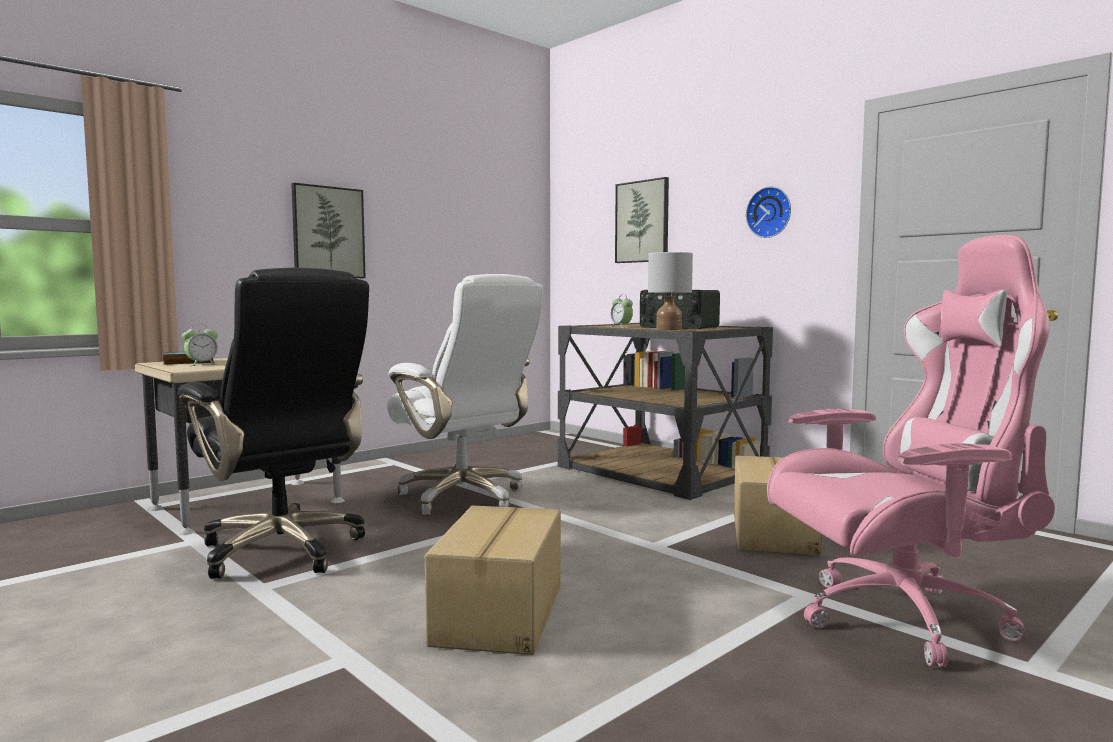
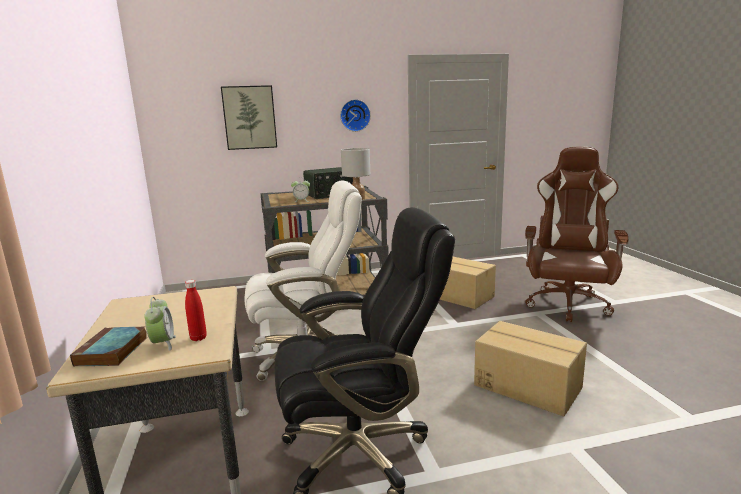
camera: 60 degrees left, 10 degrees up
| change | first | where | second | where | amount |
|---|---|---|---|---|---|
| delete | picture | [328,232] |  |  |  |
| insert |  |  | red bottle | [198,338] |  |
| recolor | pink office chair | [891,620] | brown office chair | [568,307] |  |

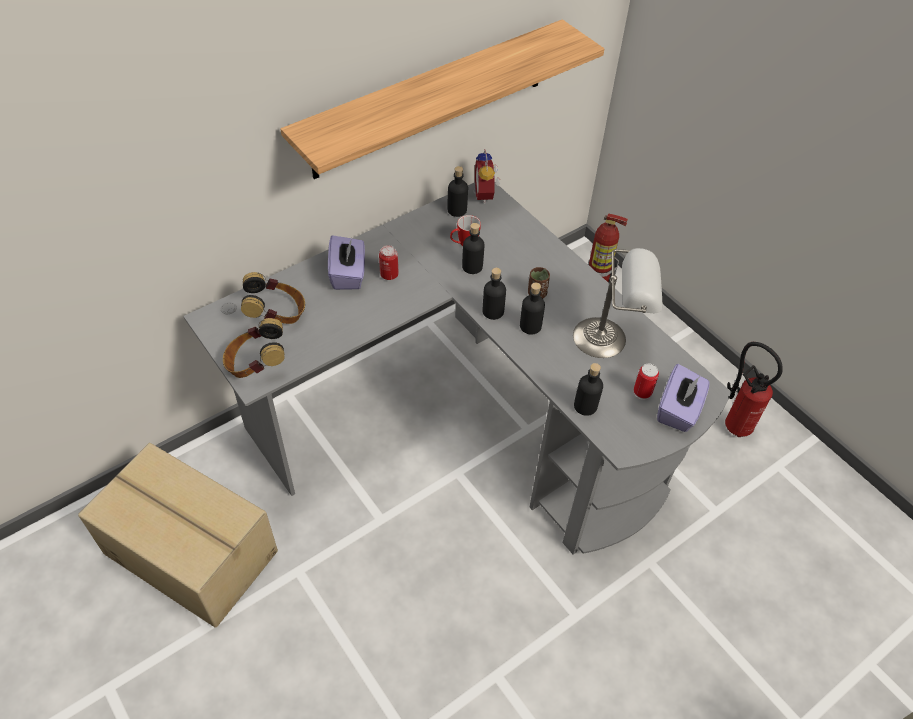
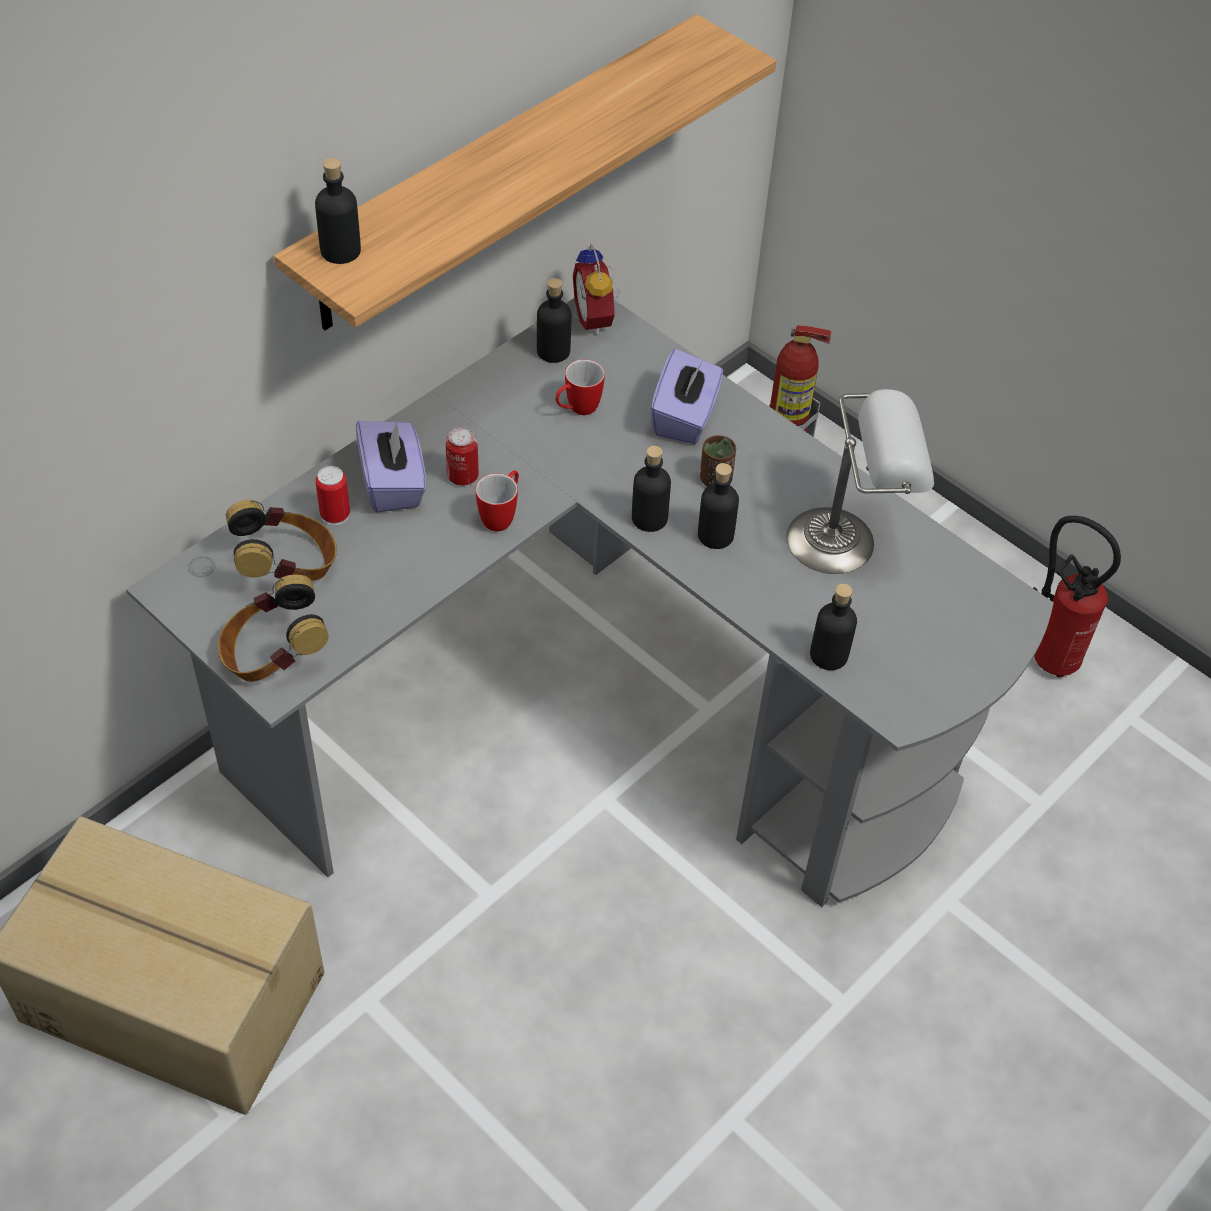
camera: 10 degrees left, 0 degrees up
| change | first | where | second | where | amount |
|---|---|---|---|---|---|
| insert |  |  | mug | [501,516] |  |
| move | black bottle | [472,266] |  | [340,251] |  |
| move | can | [642,392] |  | [335,515] |  |
| move | purple tissue box | [678,410] |  | [685,417] |  |

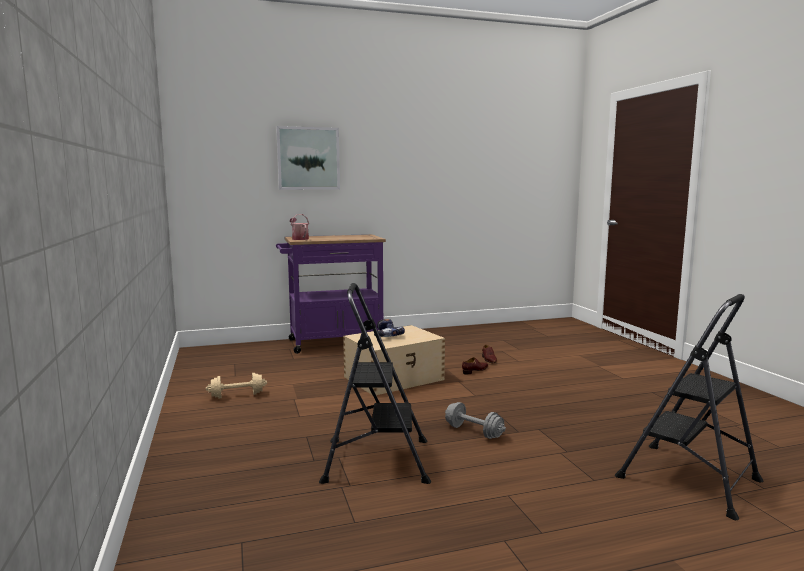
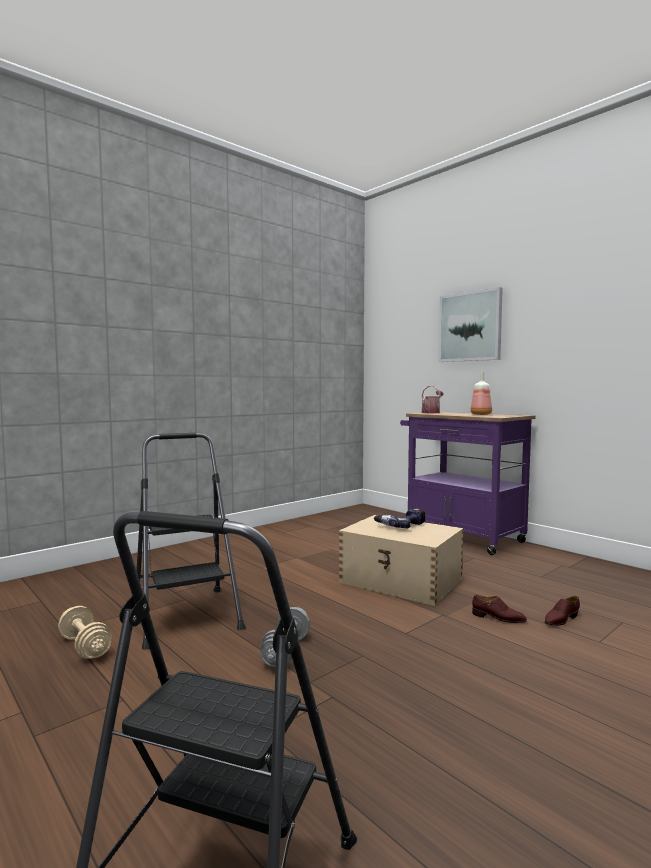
camera: 65 degrees right, 5 degrees down
| change | first | where | second | where | amount |
|---|---|---|---|---|---|
| insert |  |  | bottle | [481,414] |  |
| move | beige dumbbell | [237,395] |  | [85,647] |  |

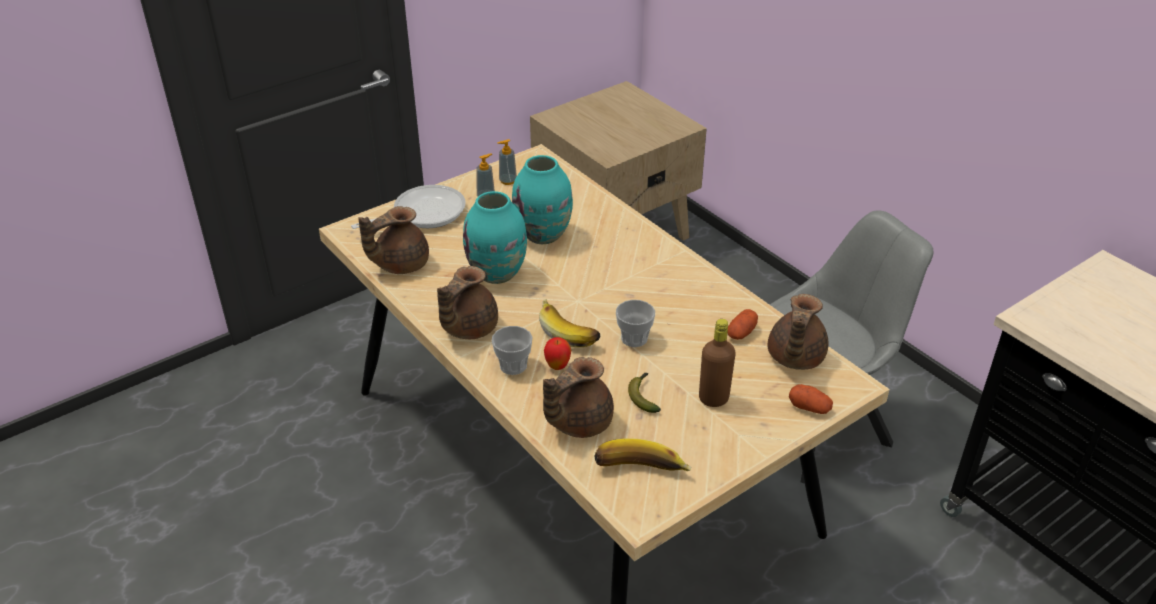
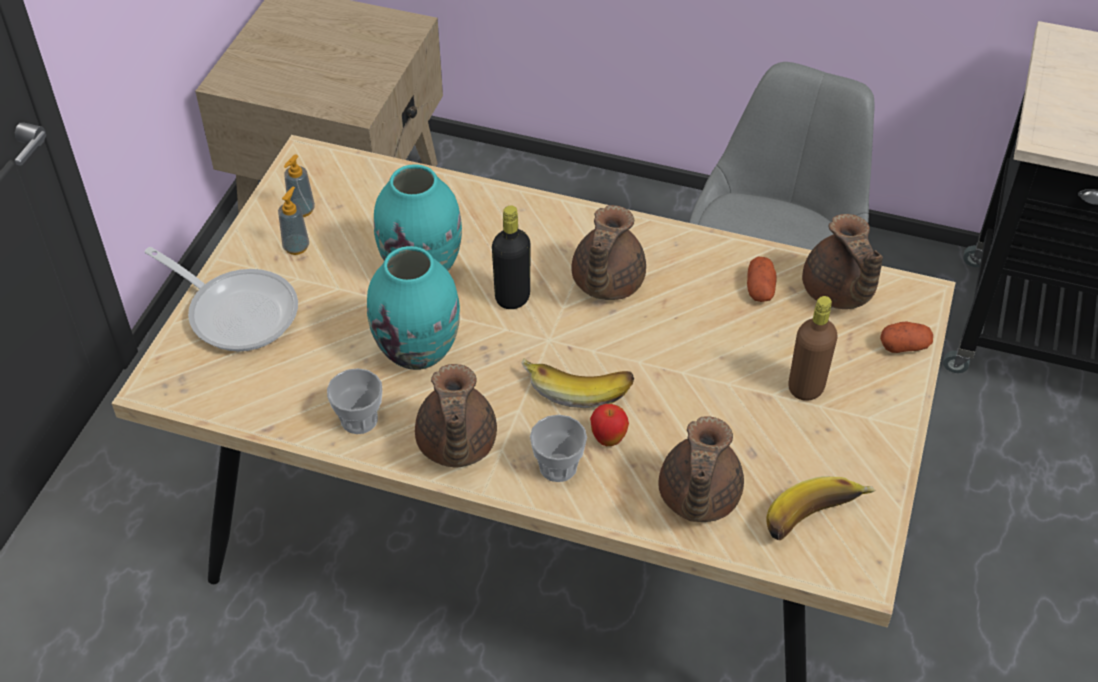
camera: 35 degrees left, 10 degrees up
| change | first | where | second | where | amount |
|---|---|---|---|---|---|
| delete | banana | [643,396] |  |  |  |
| insert |  |  | black bottle | [512,298] |  |
| move | brown teapot | [399,264] |  | [605,283] |  |
| move | cup | [634,338] |  | [359,419] |  |
| rotate | frying pan | [423,214] |  | [237,311] | 105 degrees clockwise |

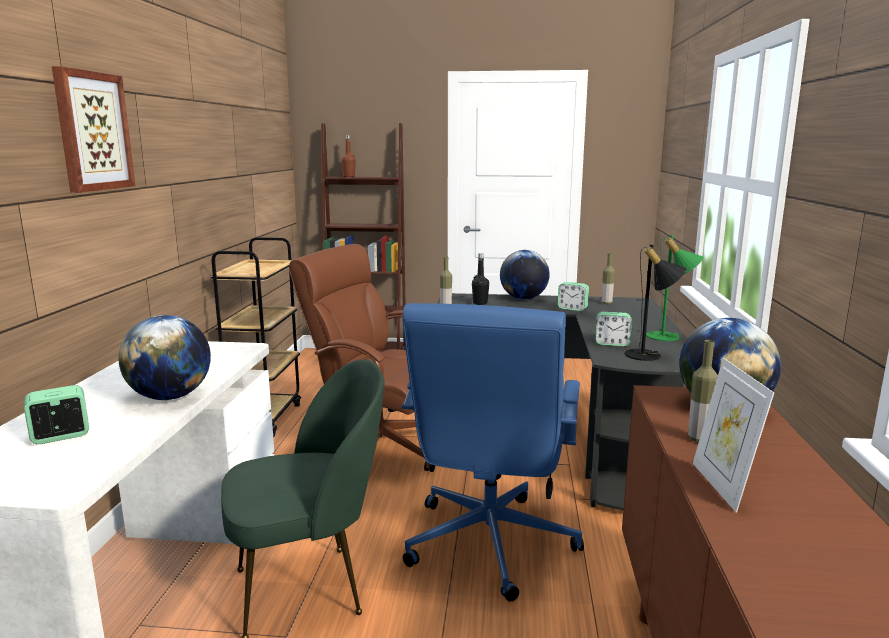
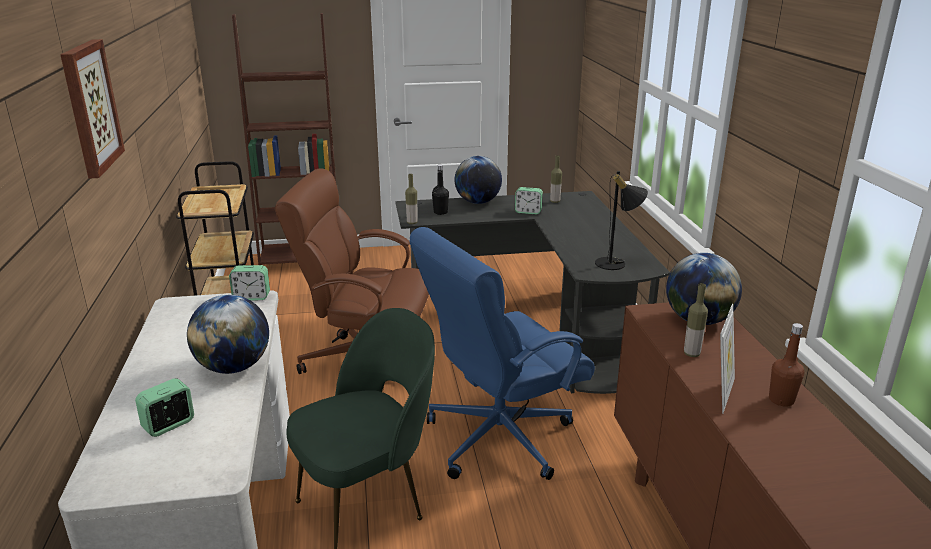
camera: 15 degrees left, 10 degrees up
| change | first | where | second | where | amount |
|---|---|---|---|---|---|
| delete | green table lamp | [669,337] |  |  |  |
| move | brown bottle | [349,176] |  | [781,400] |  |
| move | alarm clock | [612,343] |  | [251,297] |  |
| rotate | blue office chair | [490,540] |  | [500,437] | 60 degrees clockwise |
| rotate | picture frame | [722,486] |  | [721,393] | 135 degrees counterclockwise |

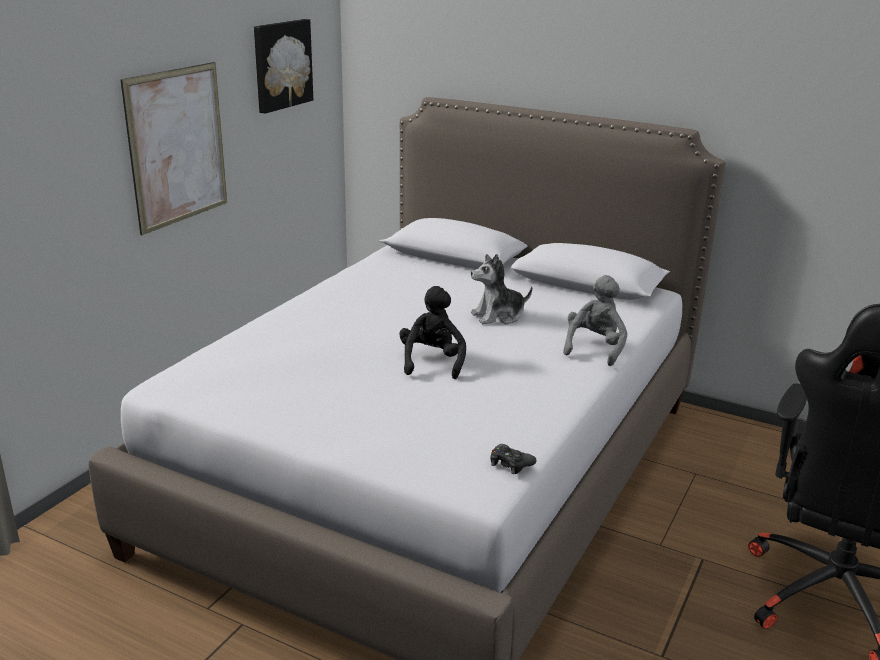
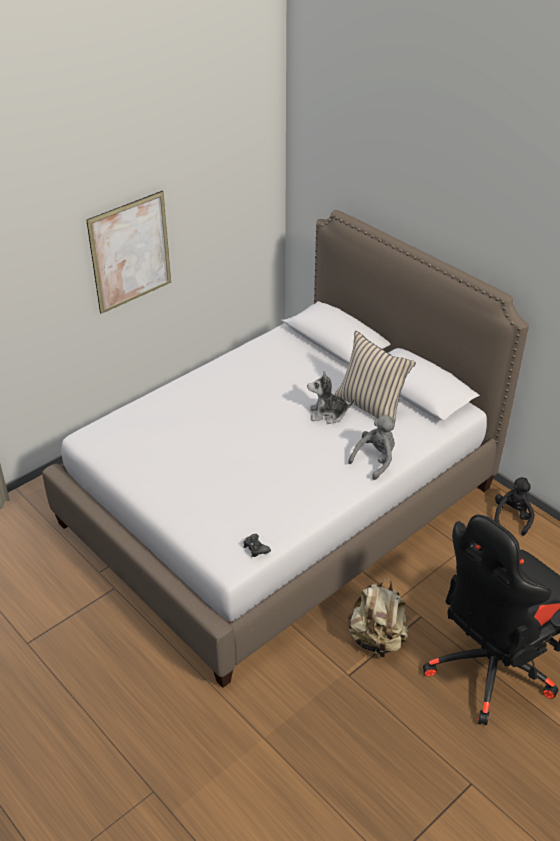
camera: 20 degrees right, 15 degrees up
| change | first | where | second | where | amount |
|---|---|---|---|---|---|
| delete | picture | [281,64] |  |  |  |
| insert |  |  | beige pillow | [371,406] |  |
| insert |  |  | beige backpack | [377,639] |  |
| move | black plush toy | [432,362] |  | [512,517] |  |

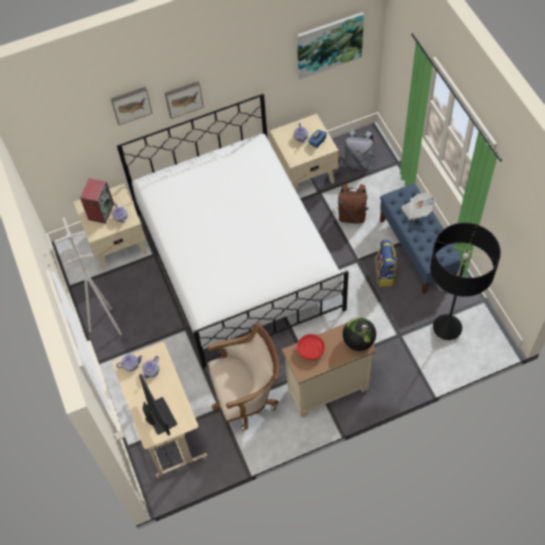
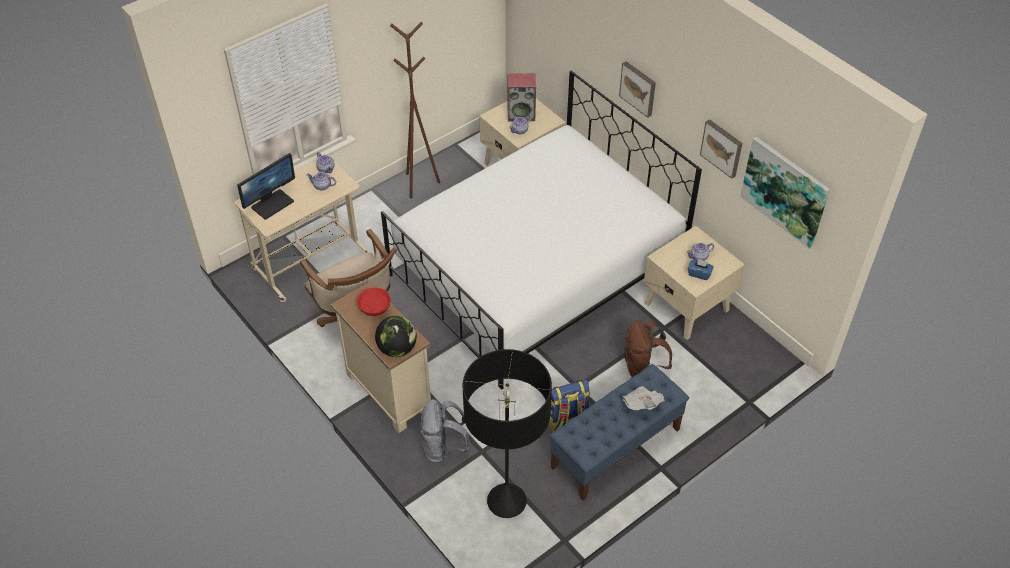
camera: 70 degrees right, 10 degrees down
| change | first | where | second | where | amount |
|---|---|---|---|---|---|
| move | picture | [131,104] |  | [722,147] |  |
| move | grey backpack | [358,162] |  | [443,448] |  |
| recolor | grey clothes rack | [107,324] | brown clothes rack | [419,184] |  |

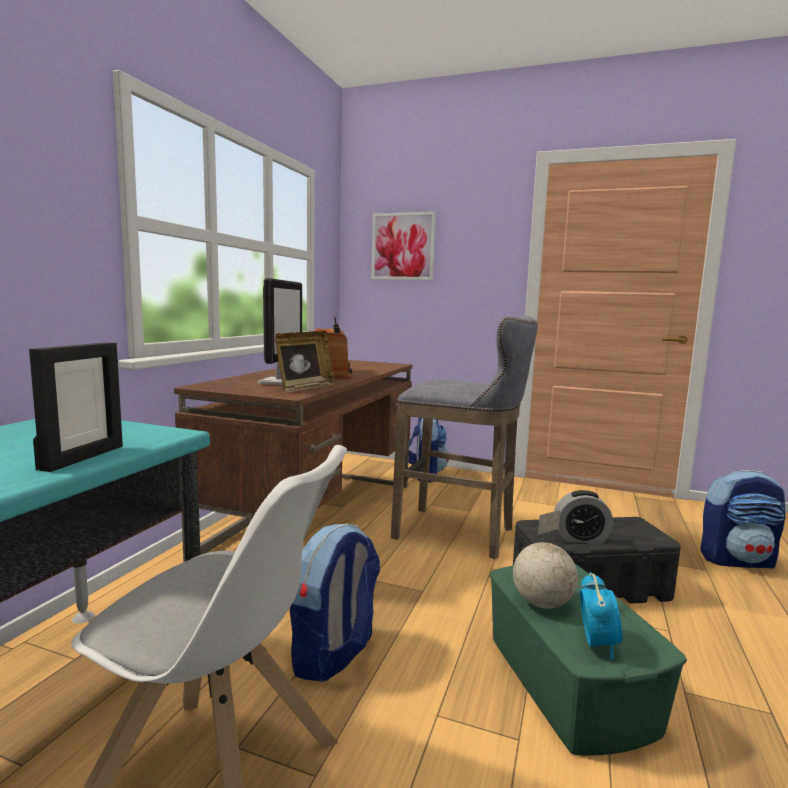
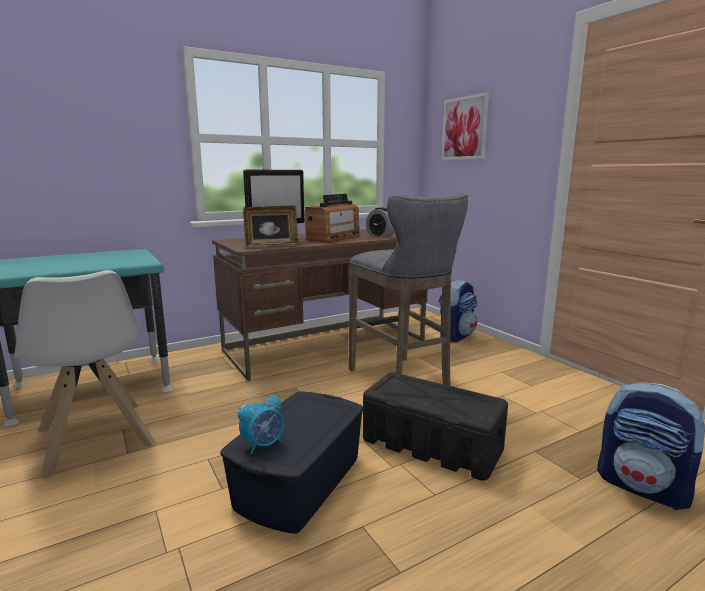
camera: 40 degrees right, 5 degrees up
| change | first | where | second | where | amount |
|---|---|---|---|---|---|
| delete | picture frame | [82,457] |  |  |  |
| delete | backpack | [333,654] |  |  |  |
| delete | globe | [541,603] |  |  |  |
| move | alarm clock | [580,538] |  | [380,236] |  |
| recolor | green storage box | [567,682] | blue storage box | [298,481] |  |

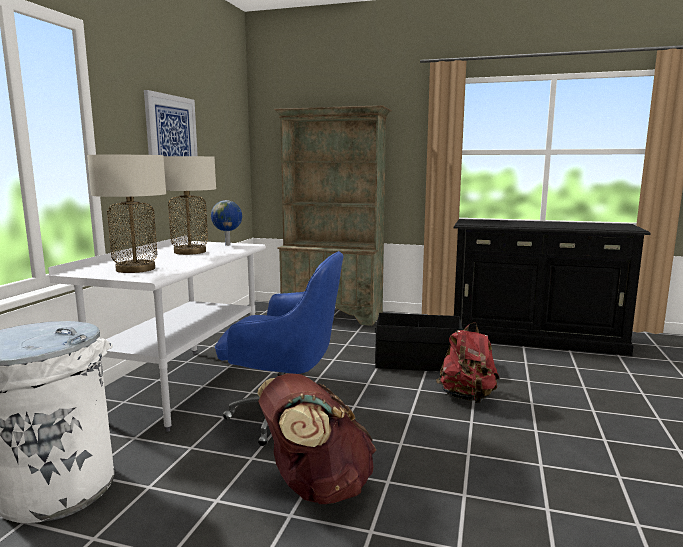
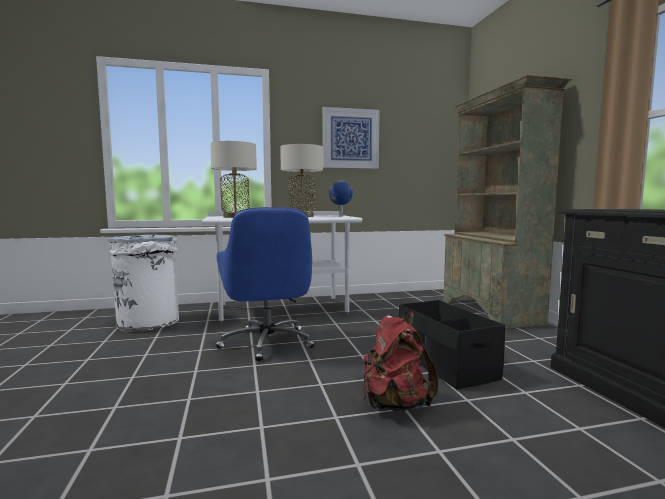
camera: 60 degrees right, 5 degrees down
| change | first | where | second | where | amount |
|---|---|---|---|---|---|
| delete | brown backpack | [316,488] |  |  |  |

